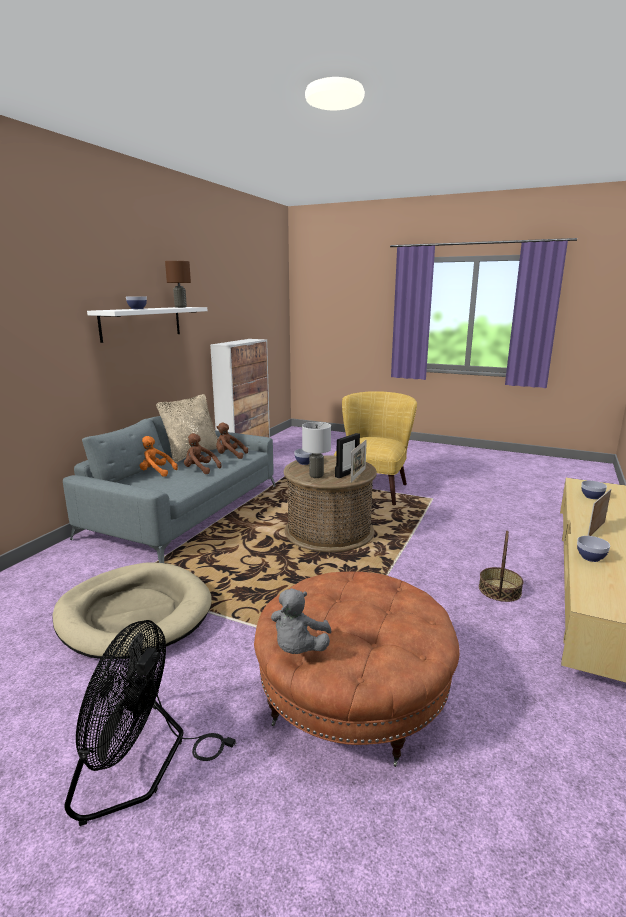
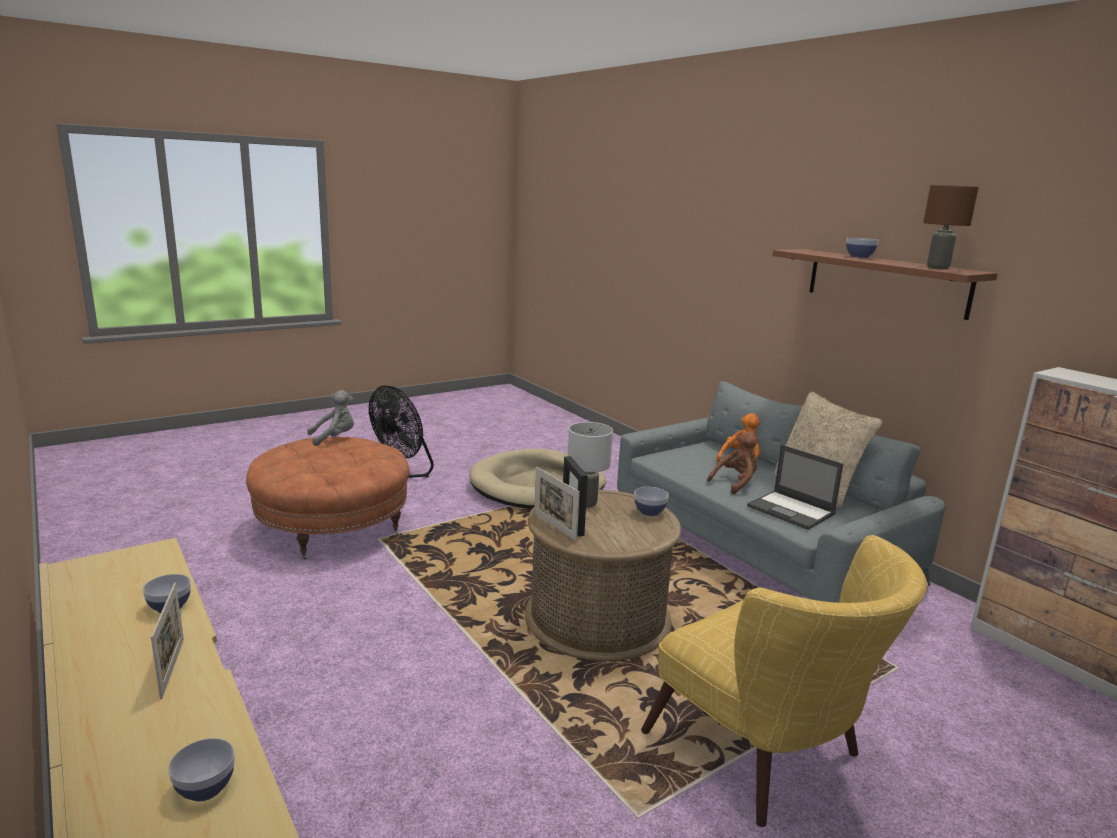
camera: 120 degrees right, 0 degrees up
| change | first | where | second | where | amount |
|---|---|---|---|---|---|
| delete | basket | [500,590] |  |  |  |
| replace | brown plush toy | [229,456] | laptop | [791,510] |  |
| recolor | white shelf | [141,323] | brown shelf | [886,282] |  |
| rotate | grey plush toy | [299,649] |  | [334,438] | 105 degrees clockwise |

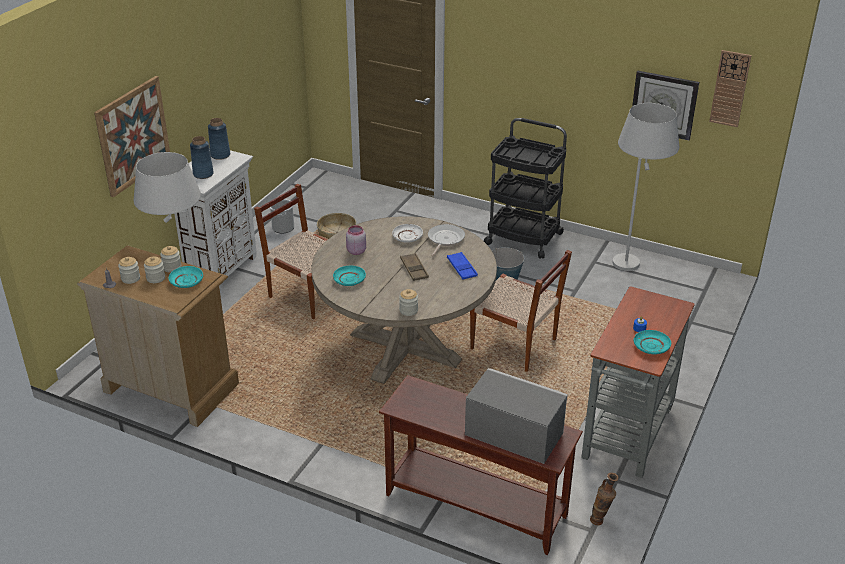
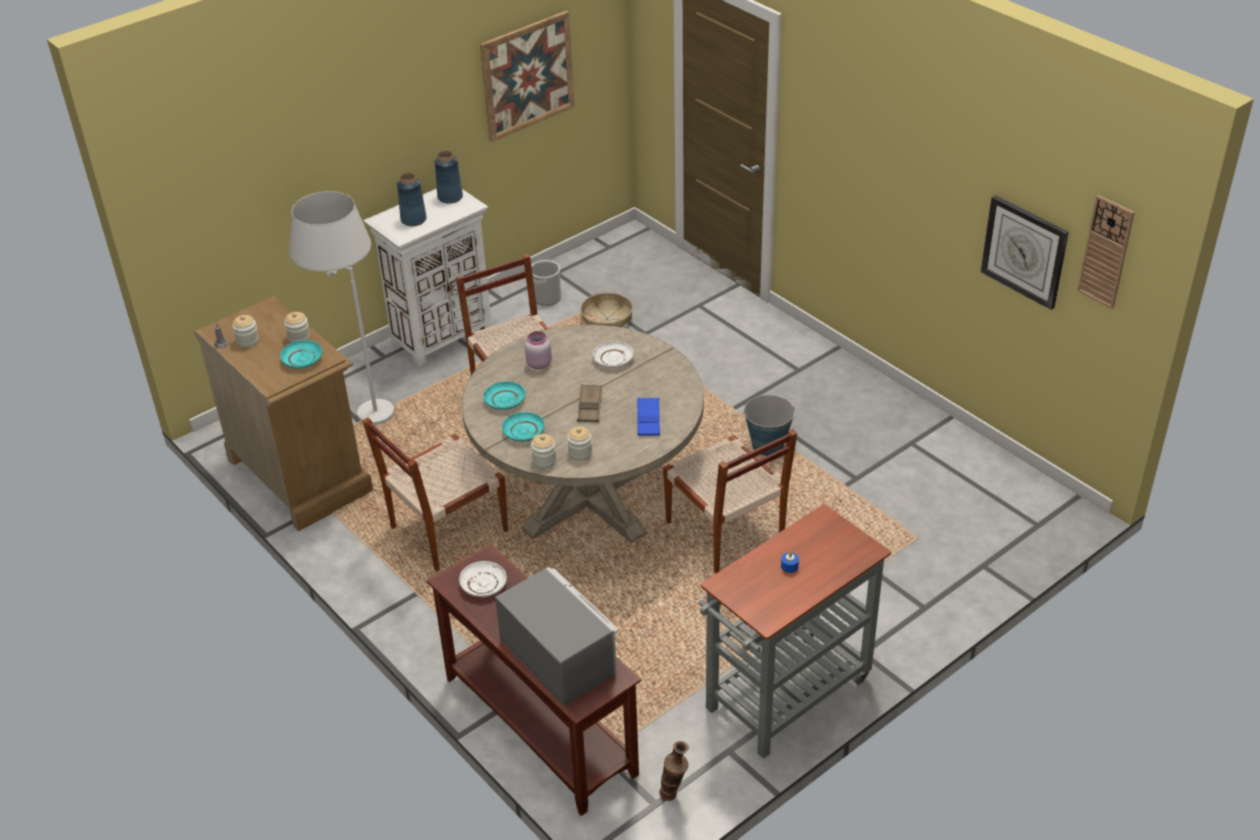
camera: 25 degrees right, 5 degrees up
| change | first | where | second | where | amount |
|---|---|---|---|---|---|
| delete | frying pan | [445,239] |  |  |  |
| delete | black cart | [523,239] |  |  |  |
| delete | white floor lamp | [631,272] |  |  |  |
| insert |  |  | chair | [446,531] |  |
| insert |  |  | white plate | [483,584] |  |
| move | picture | [133,135] |  | [527,75] |  |
| move | jar | [156,278] |  | [580,453] |  |
| move | turquoise plate | [651,346] |  | [523,432] |  |

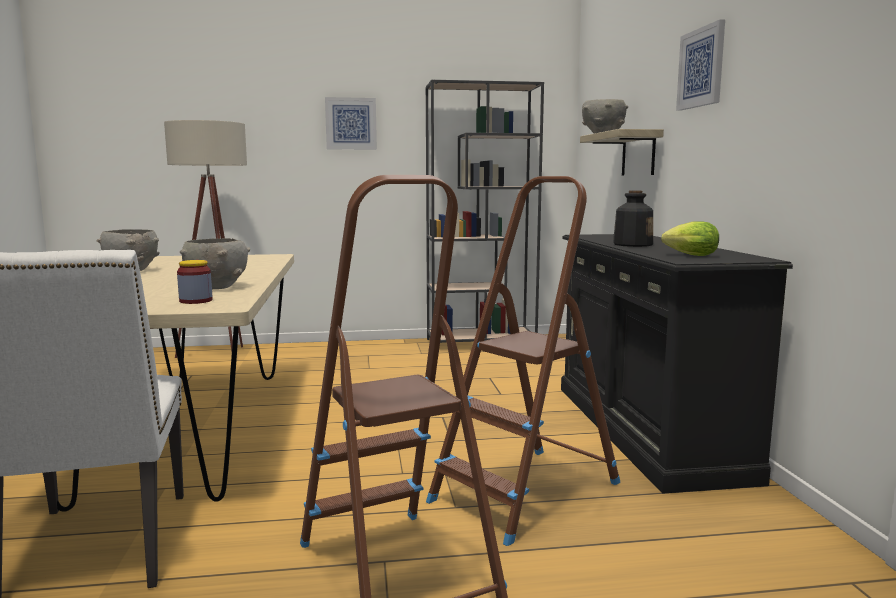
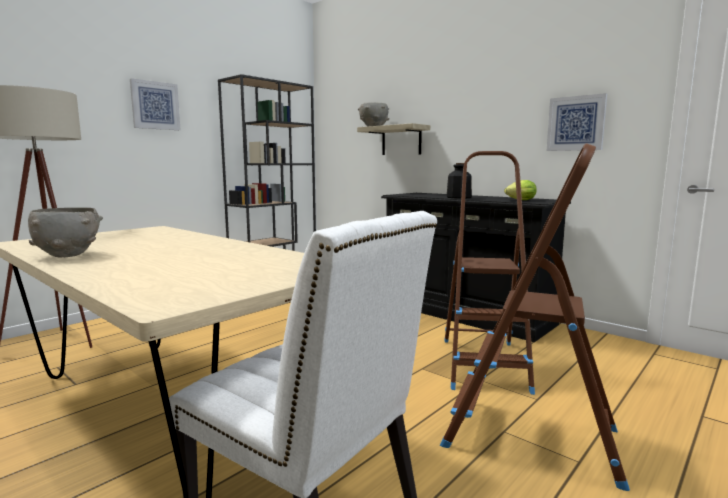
camera: 40 degrees left, 0 degrees up
| change | first | where | second | where | amount |
|---|---|---|---|---|---|
| delete | jar | [196,301] |  |  |  |
| delete | grey bowl | [217,287] |  |  |  |
| move | picture | [701,68] |  | [576,123] |  |

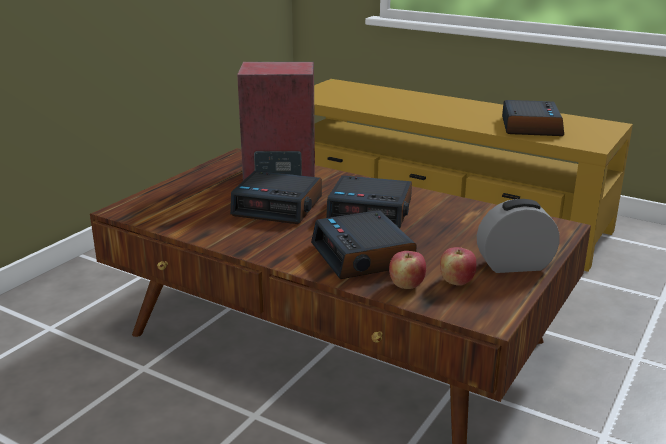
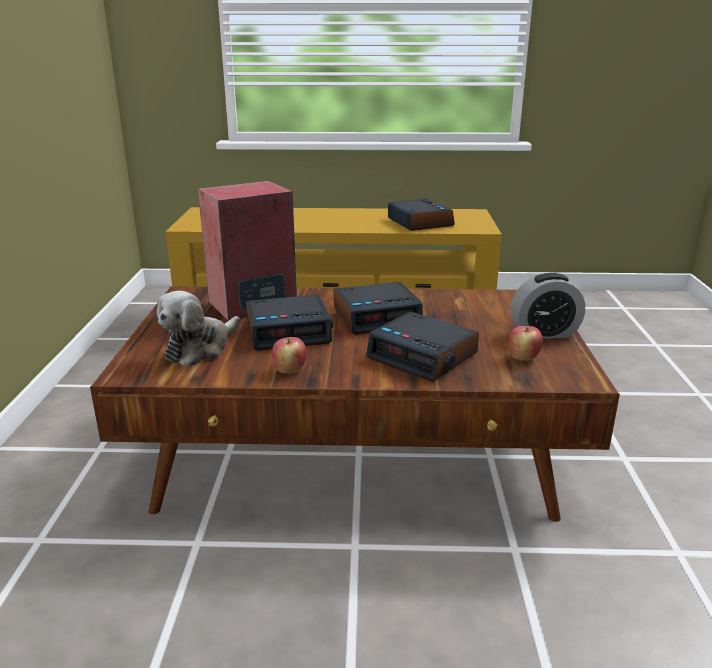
camera: 30 degrees left, 0 degrees up
| change | first | where | second | where | amount |
|---|---|---|---|---|---|
| insert |  |  | plush toy | [200,348] |  |
| move | apple | [406,285] |  | [289,370] |  |
| rotate | alarm clock | [514,265] |  | [544,333] | 150 degrees counterclockwise |

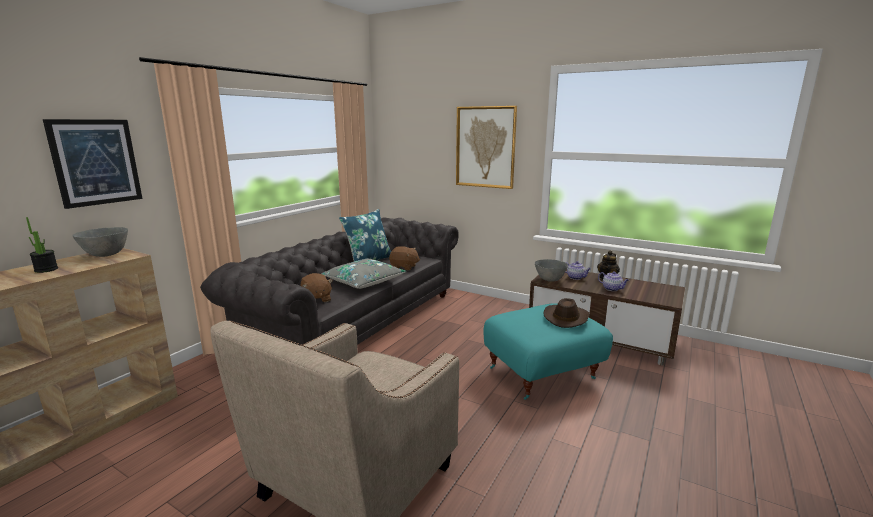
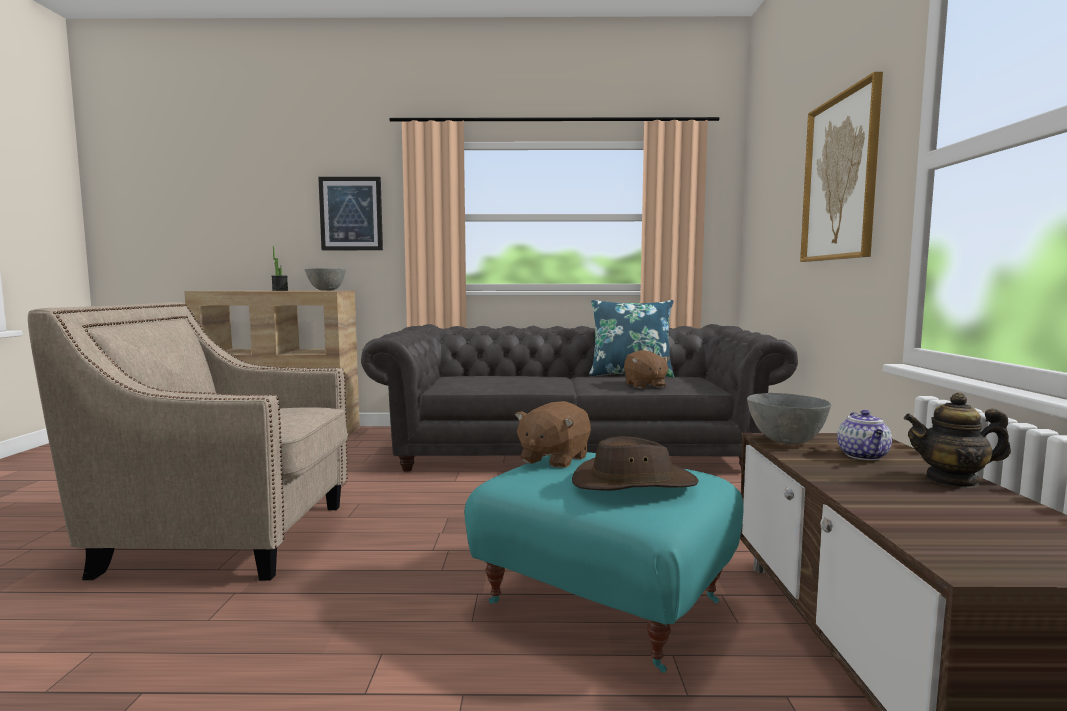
camera: 60 degrees right, 10 degrees down
| change | first | where | second | where | amount |
|---|---|---|---|---|---|
| delete | grey pillow | [364,281] |  |  |  |
| delete | teapot | [612,289] |  |  |  |
| move | brown plush toy | [316,299] |  | [553,459] |  |

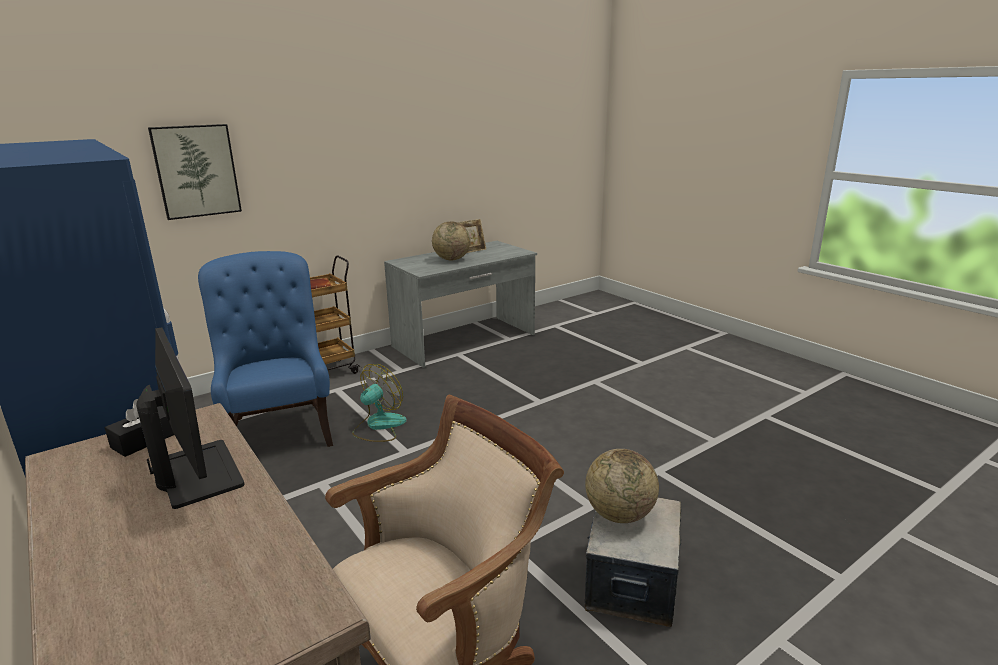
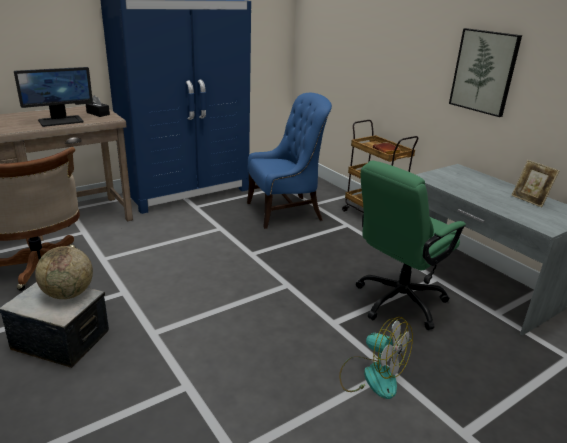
camera: 90 degrees right, 5 degrees up
| change | first | where | second | where | amount |
|---|---|---|---|---|---|
| delete | globe | [451,259] |  |  |  |
| insert |  |  | green office chair | [397,304] |  |
| move | picture | [196,171] |  | [484,72] |  |
| move | fan | [379,426] |  | [371,376] |  |

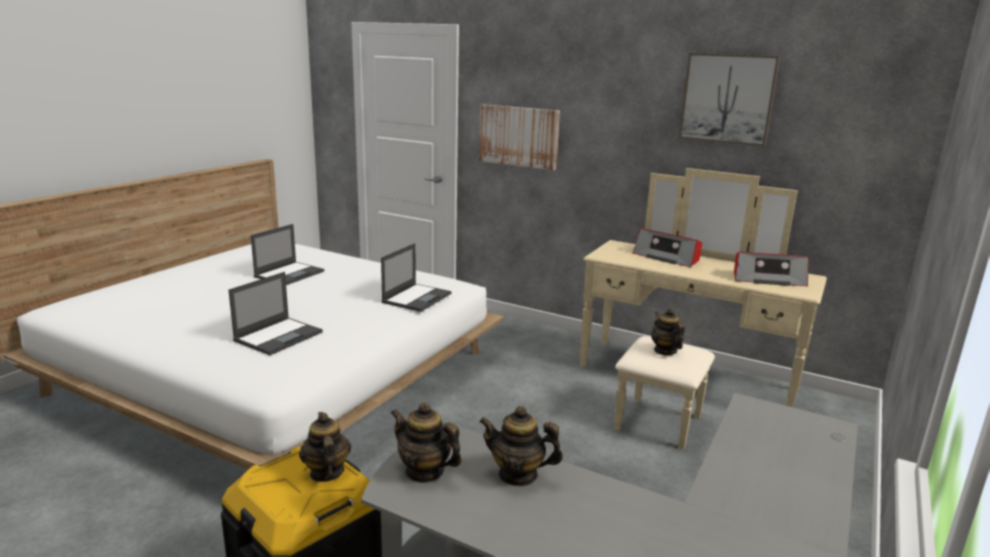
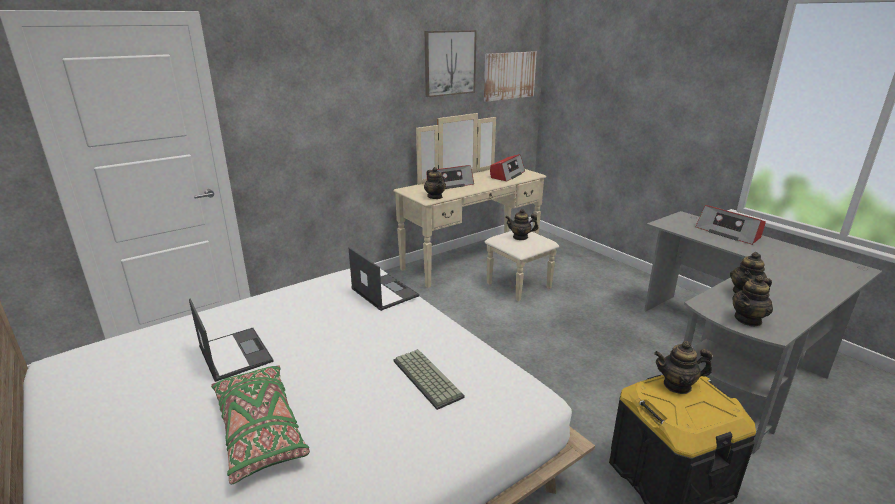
camera: 65 degrees left, 5 degrees up
| change | first | where | second | where | amount |
|---|---|---|---|---|---|
| insert |  |  | green pillow | [260,430] |  |
| insert |  |  | teapot | [435,197] |  |
| insert |  |  | radio | [729,233] |  |
| move | picture | [518,136] |  | [509,75] |  |
| replace | laptop | [279,336] | keyboard | [425,378] |  |

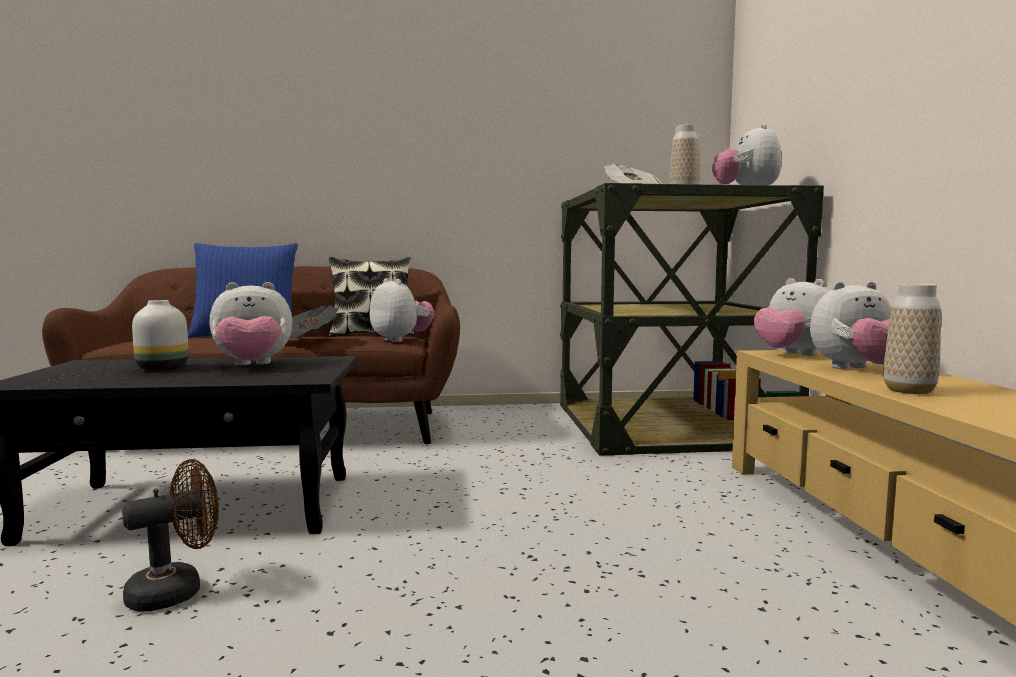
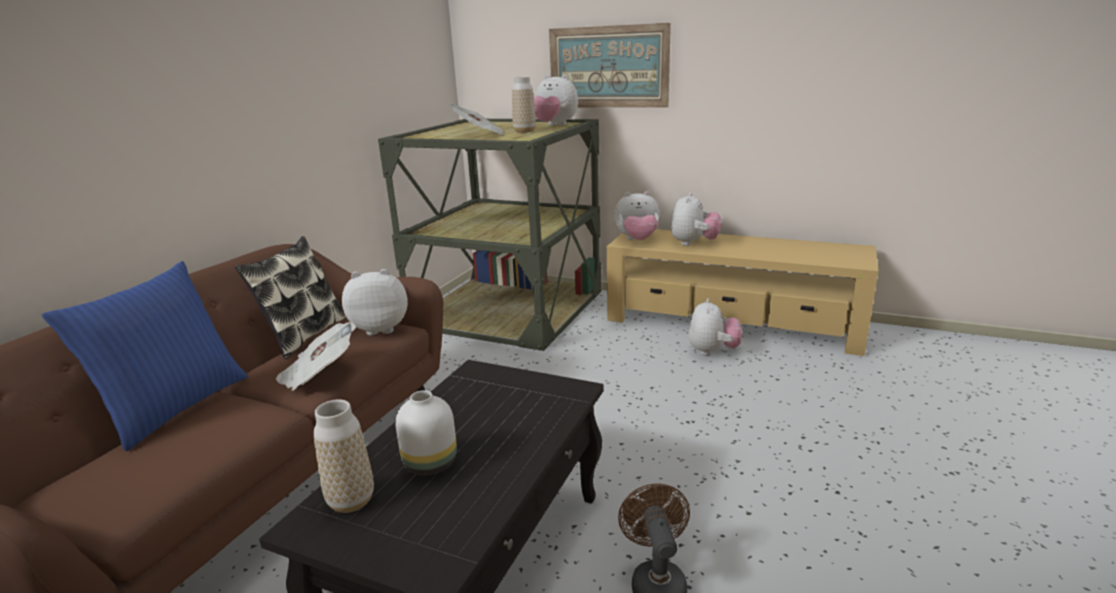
camera: 60 degrees left, 15 degrees up
| change | first | where | second | where | amount |
|---|---|---|---|---|---|
| insert |  |  | picture | [608,67] |  |
| move | plush toy | [252,365] |  | [712,351] |  |
| move | vase | [909,391] |  | [351,501] |  |

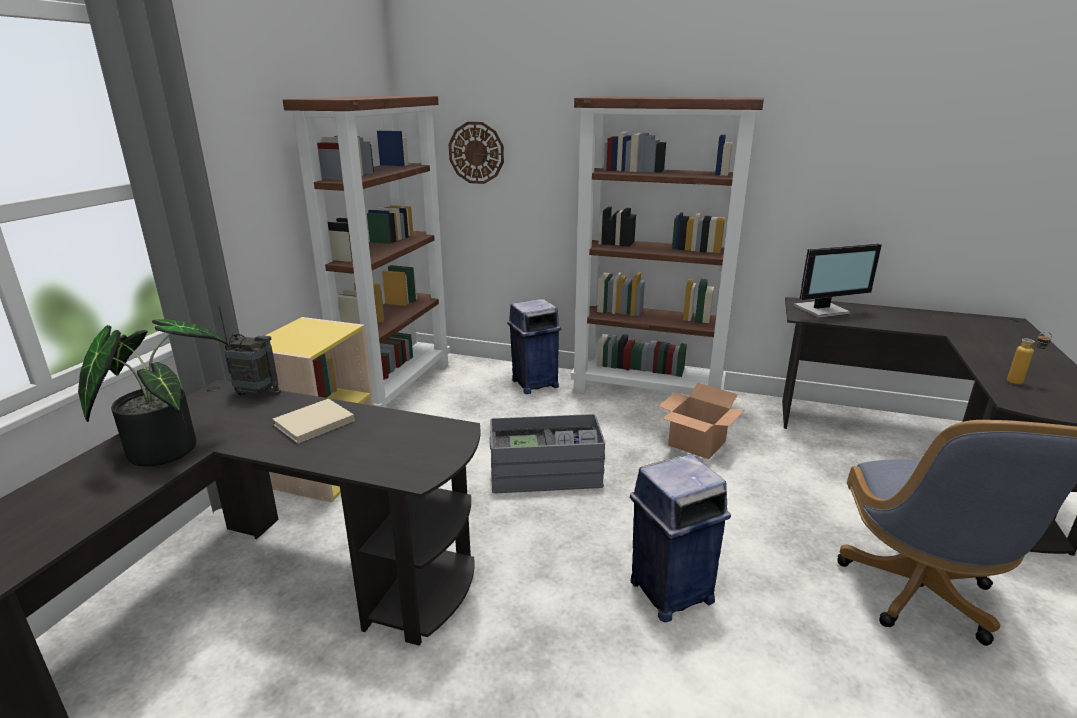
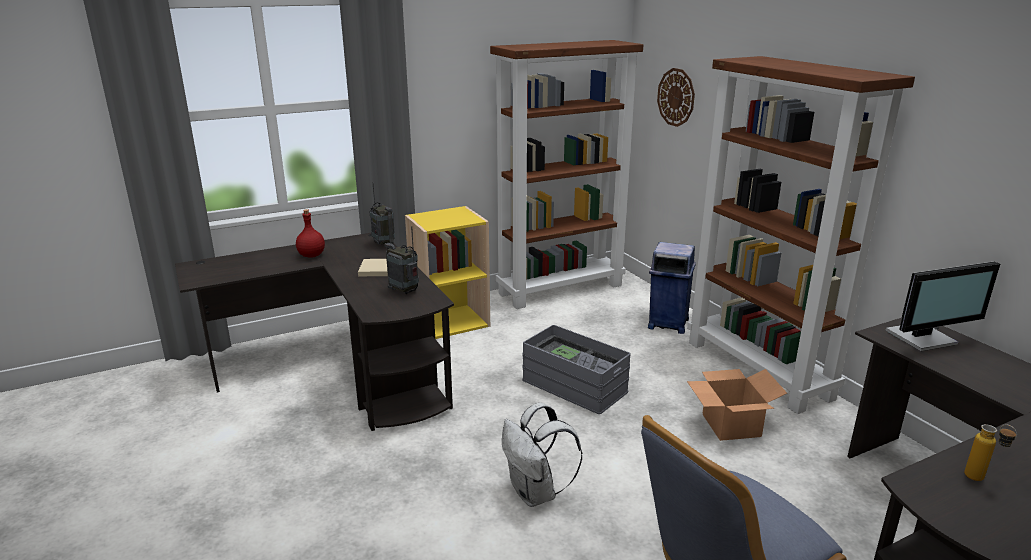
camera: 45 degrees right, 0 degrees up
| change | first | where | second | where | amount |
|---|---|---|---|---|---|
| insert |  |  | radio | [404,291] |  |
| replace | potted plant | [164,446] | red bottle | [311,255] |  |
| replace | blue trash can | [669,592] | white backpack | [536,493] |  |
| rotate | monitor | [823,310] |  | [923,338] | 45 degrees counterclockwise |

